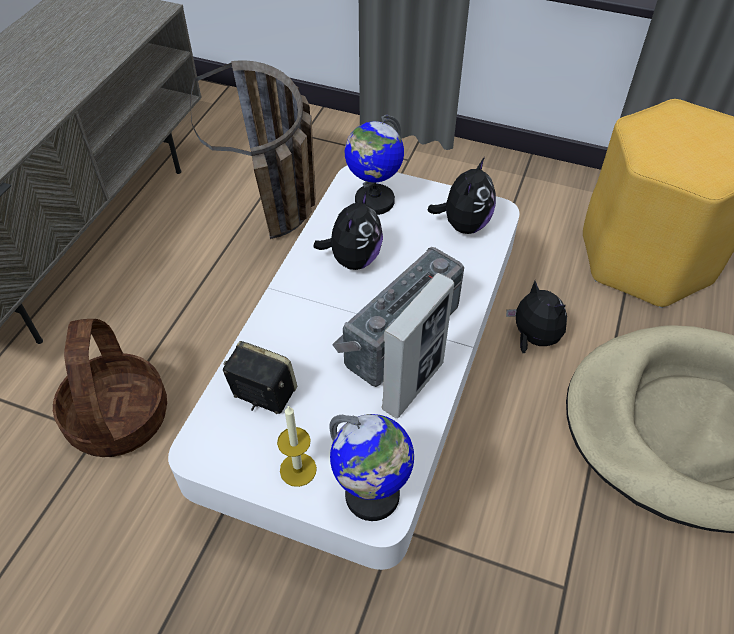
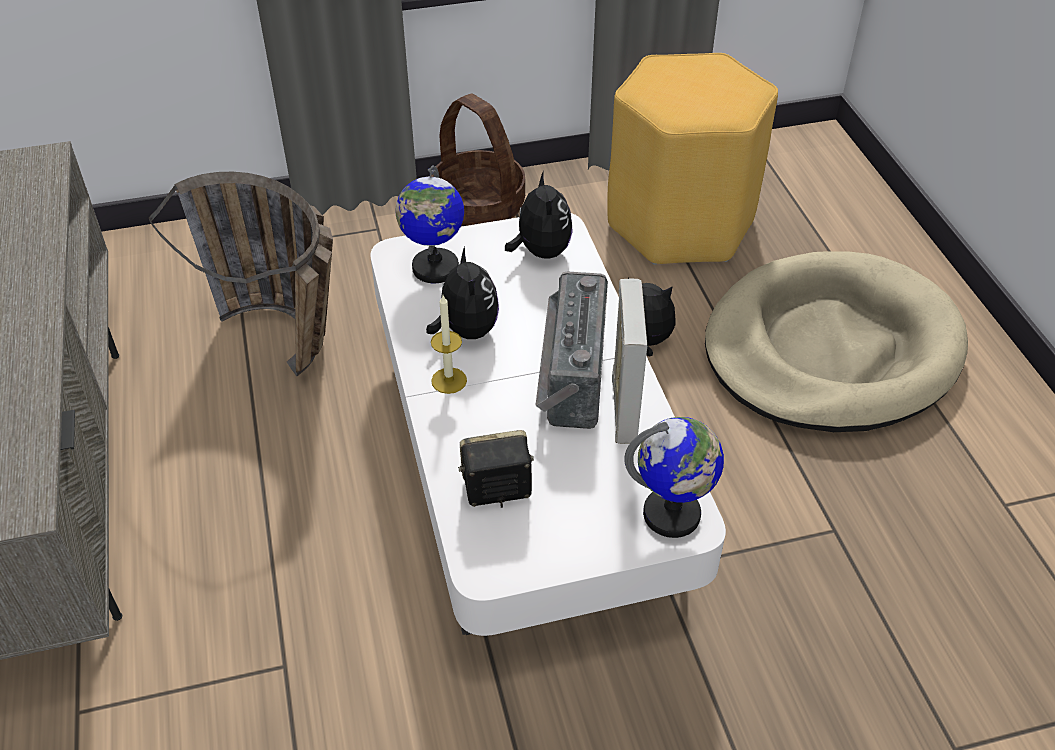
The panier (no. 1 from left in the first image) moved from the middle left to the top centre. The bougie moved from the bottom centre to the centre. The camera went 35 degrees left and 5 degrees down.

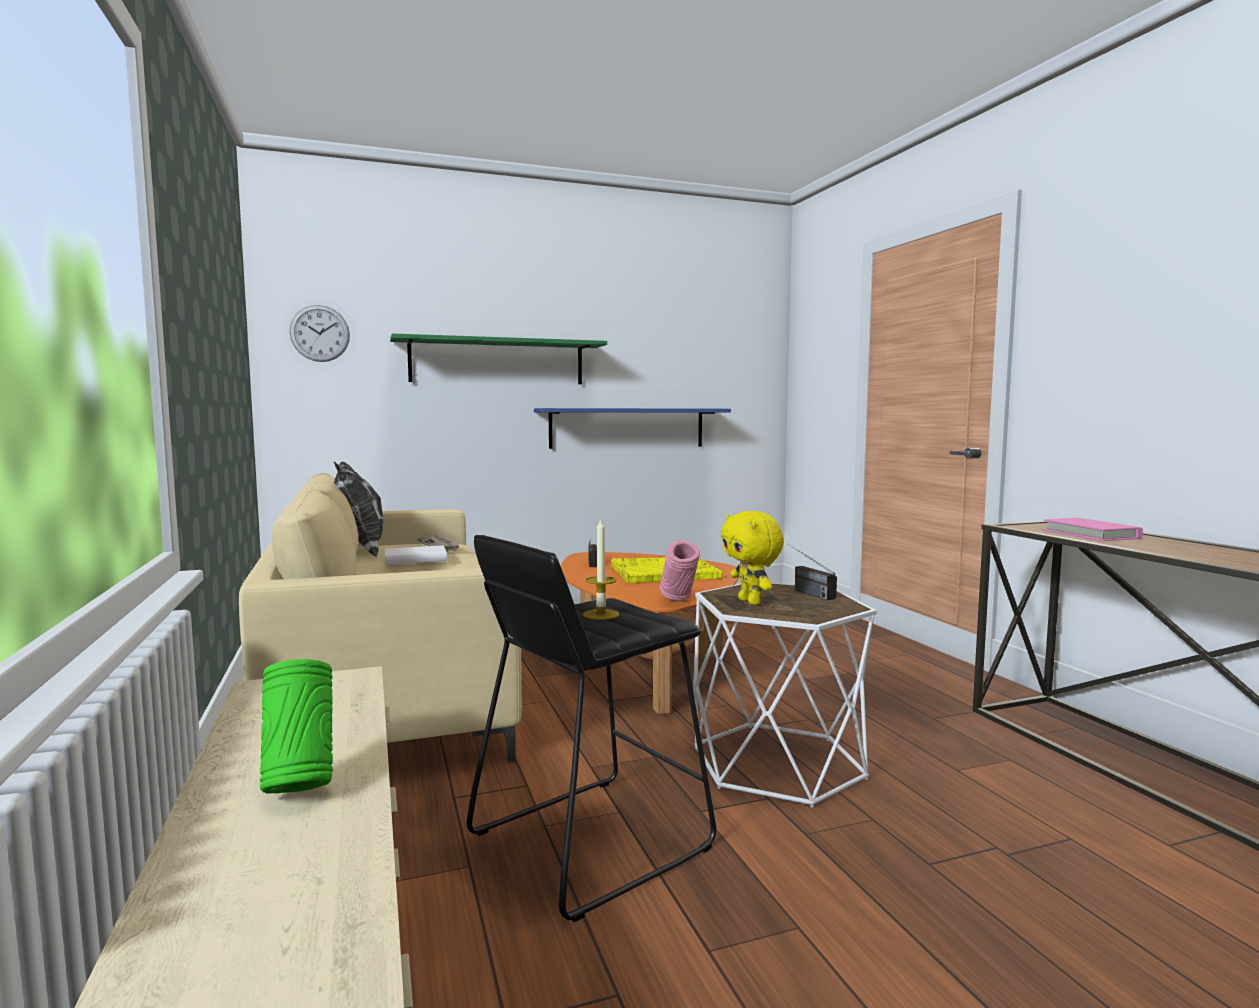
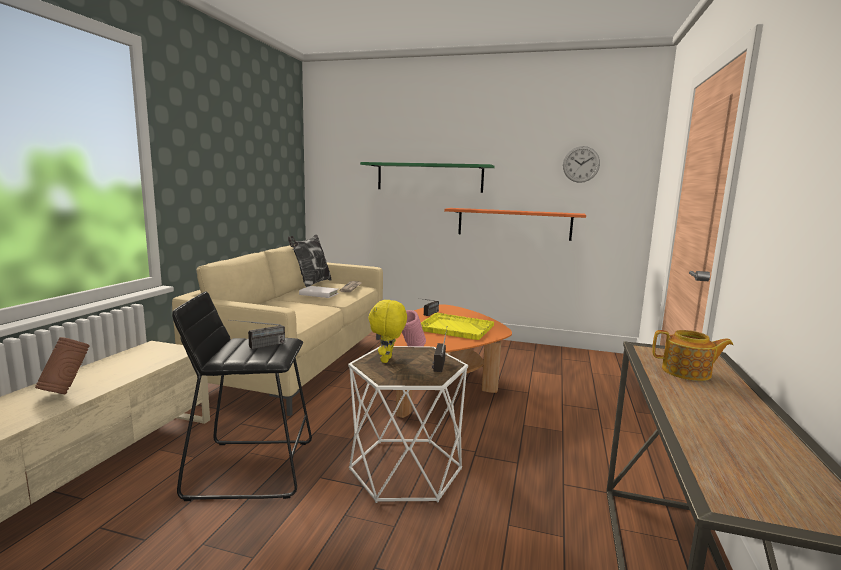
The horloge murale moved from the top left to the top right. The étagère/bleu at the centre became the étagère/orange at the centre. The bougie at the centre was replaced by the radio (no. 1 from left) at the middle left. The livre/rose at the middle right was replaced by the théière at the middle right. The vase/vert at the bottom left became the vase/marron at the middle left. The camera went 35 degrees right and 5 degrees up.

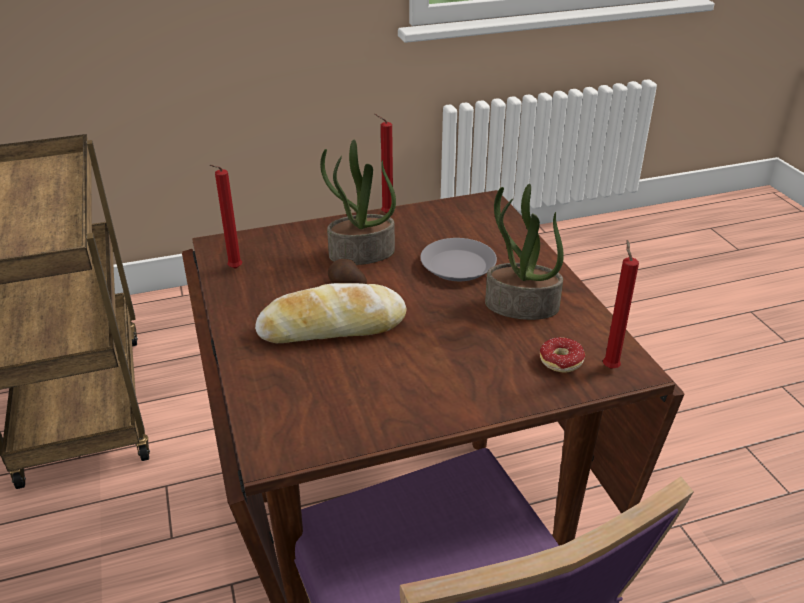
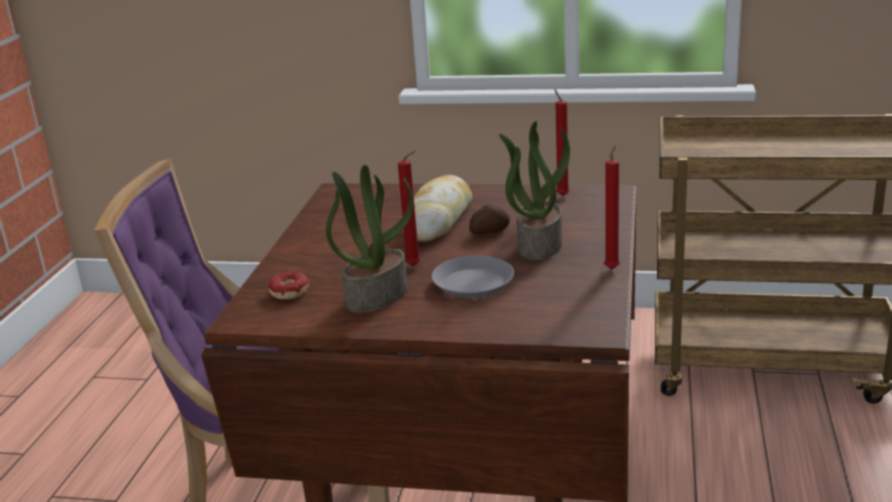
The bougie/rouge (no. 3 from left in the first image) moved from the middle right to the centre. The camera went 120 degrees right and 10 degrees down.

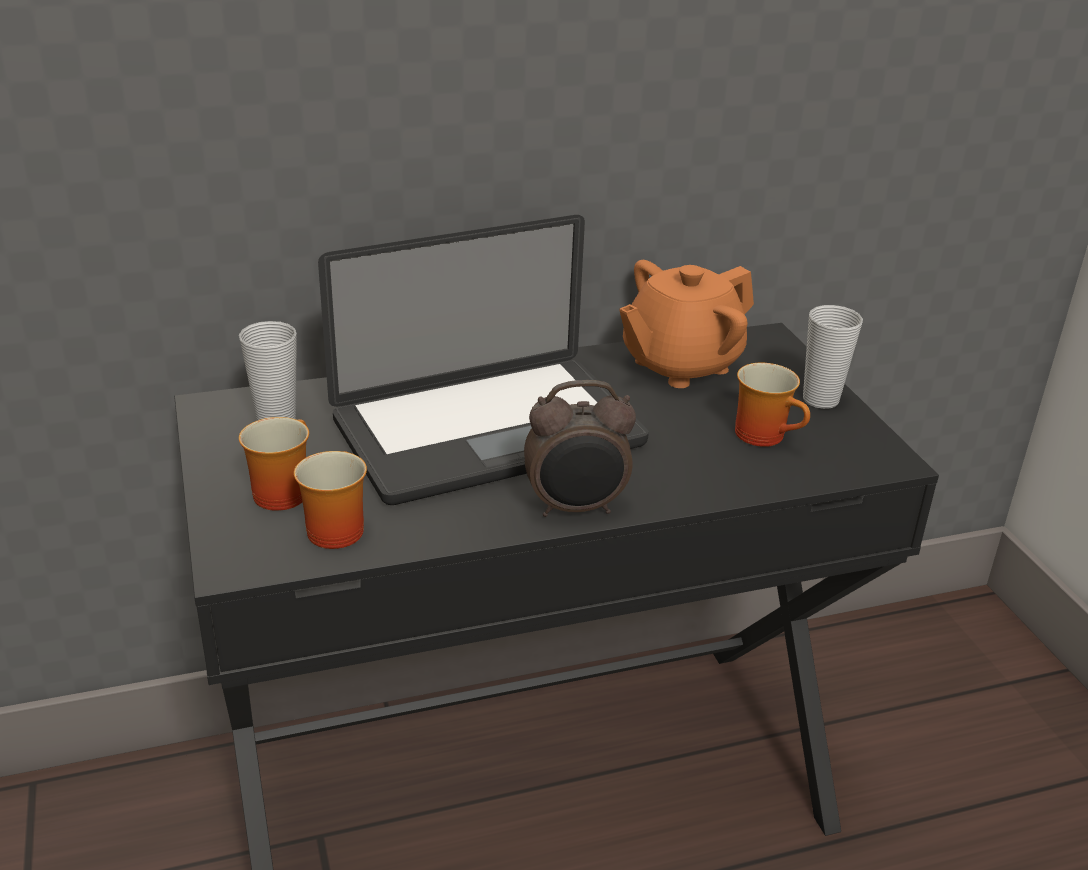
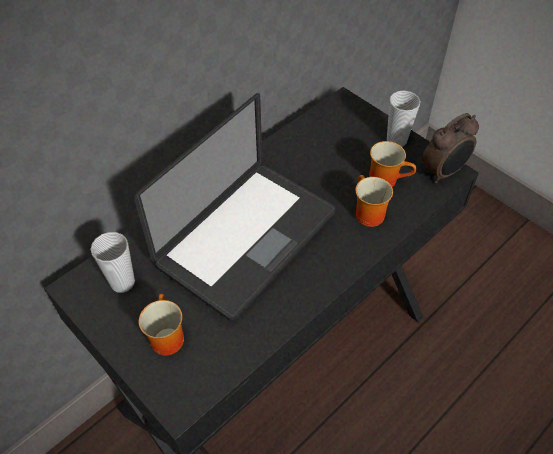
The théière/orange at the centre disappeared. The réveil moved from the centre to the top right. The mug (no. 2 from left) moved from the middle left to the middle right. The camera went 25 degrees left and 20 degrees up.

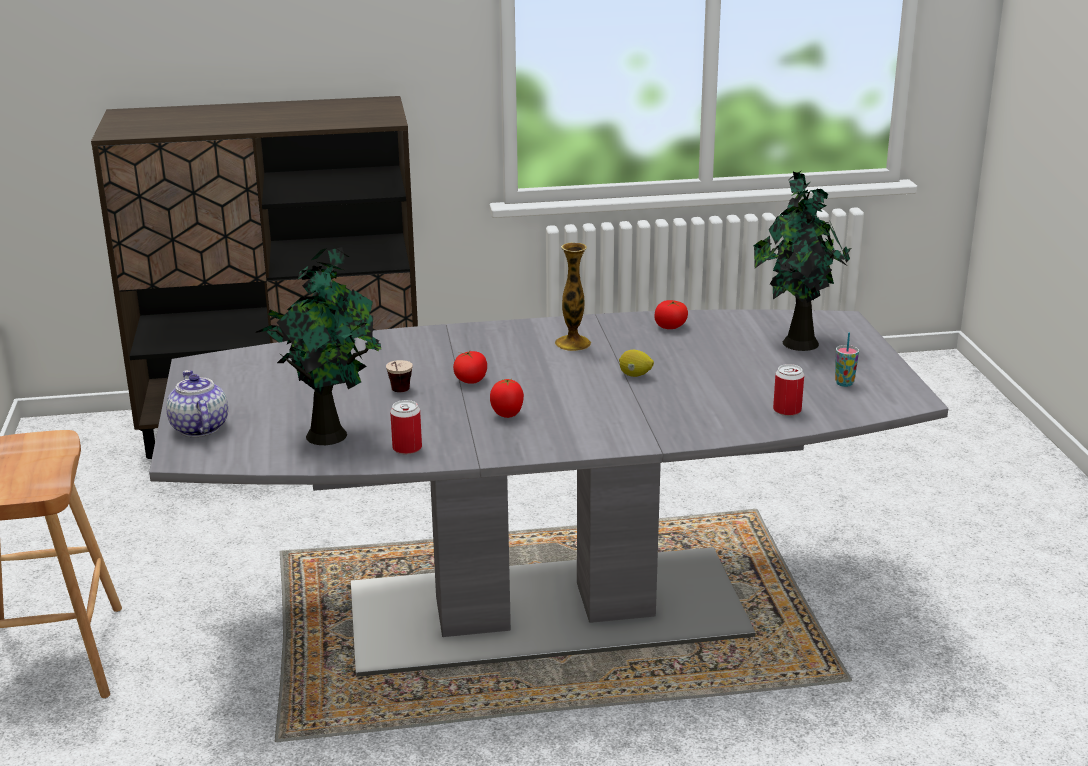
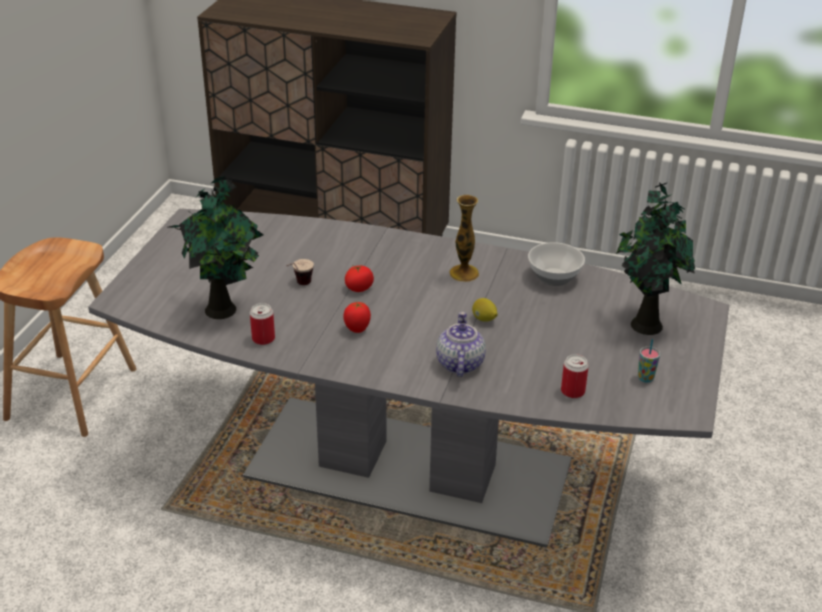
The tomate (no. 3 from left) at the centre was replaced by the bol at the middle right. The théière moved from the middle left to the centre. The camera went 25 degrees right and 10 degrees up.

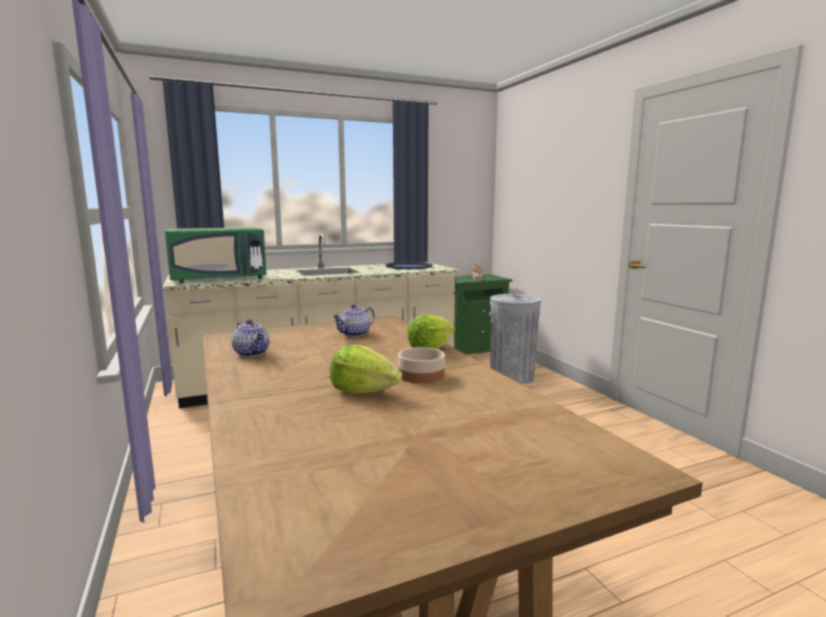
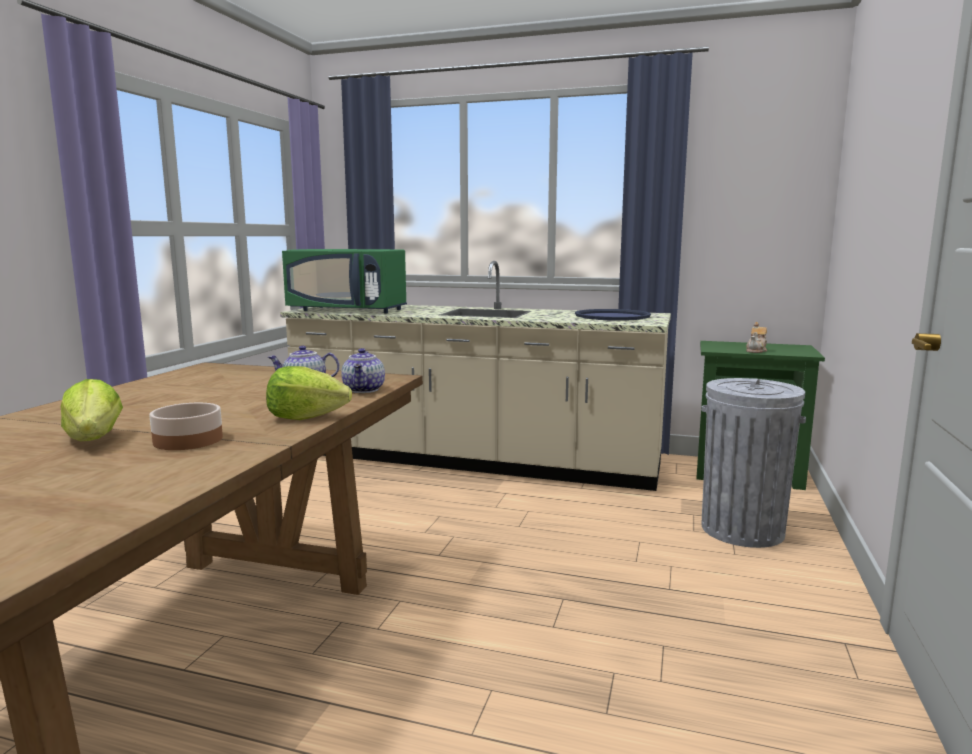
The théière (no. 1 from left in the first image) moved from the middle left to the centre. The camera went 40 degrees right and 0 degrees up.

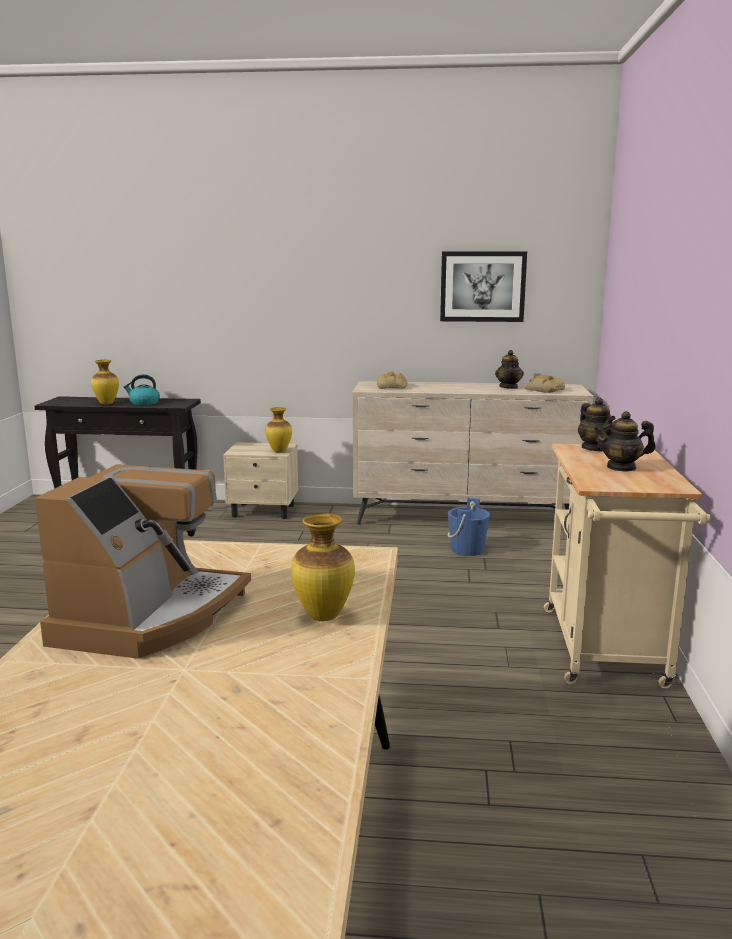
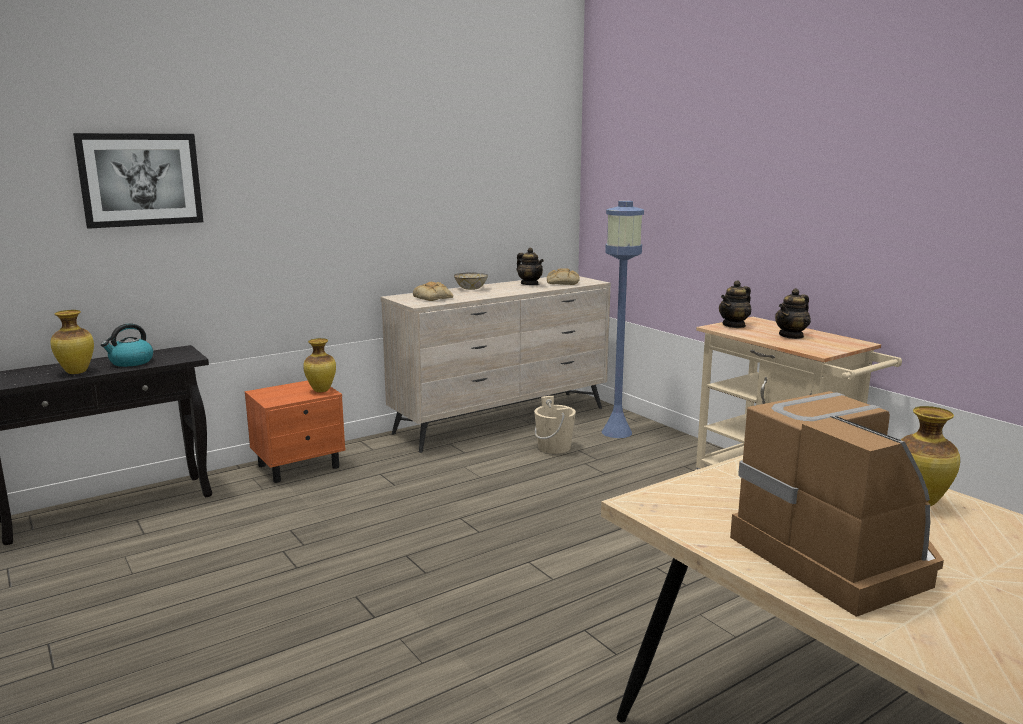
The tableau moved from the top centre to the top left. The théière (no. 2 from left) at the middle right turned 105 degrees clockwise. The table de chevet/beige at the centre became the table de chevet/orange at the middle left. The seau/bleu at the centre became the seau/beige at the centre. The lampadaire/bleu at the centre appeared. The bol at the centre appeared. The camera went 40 degrees left and 0 degrees up.

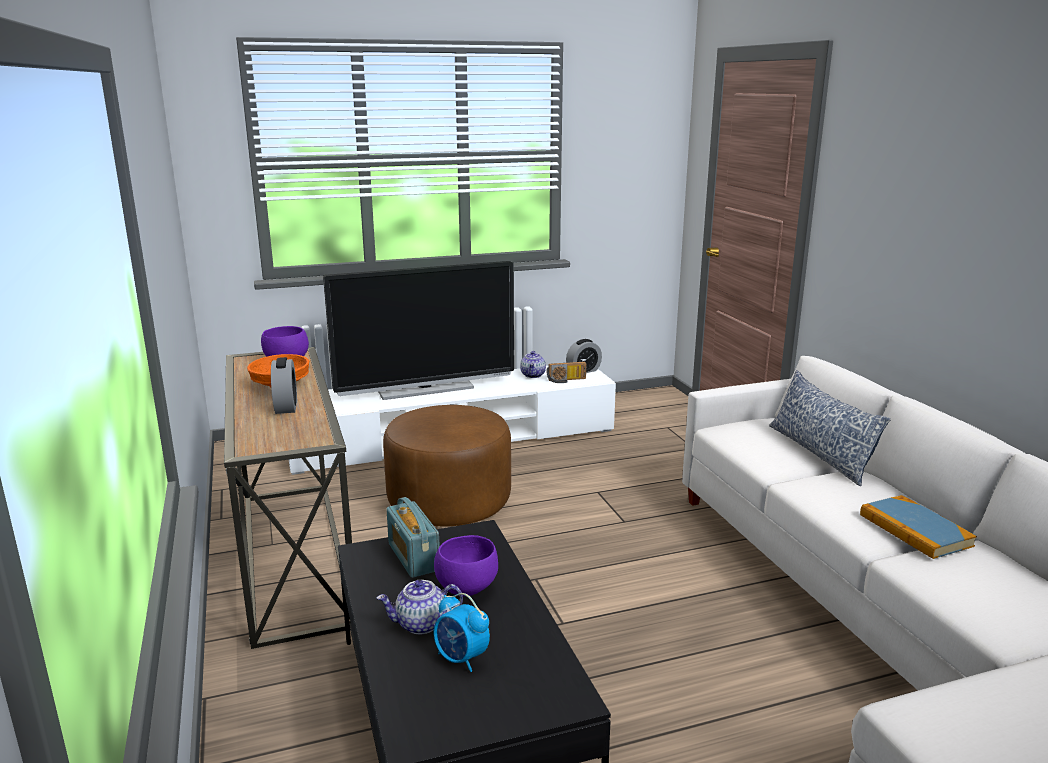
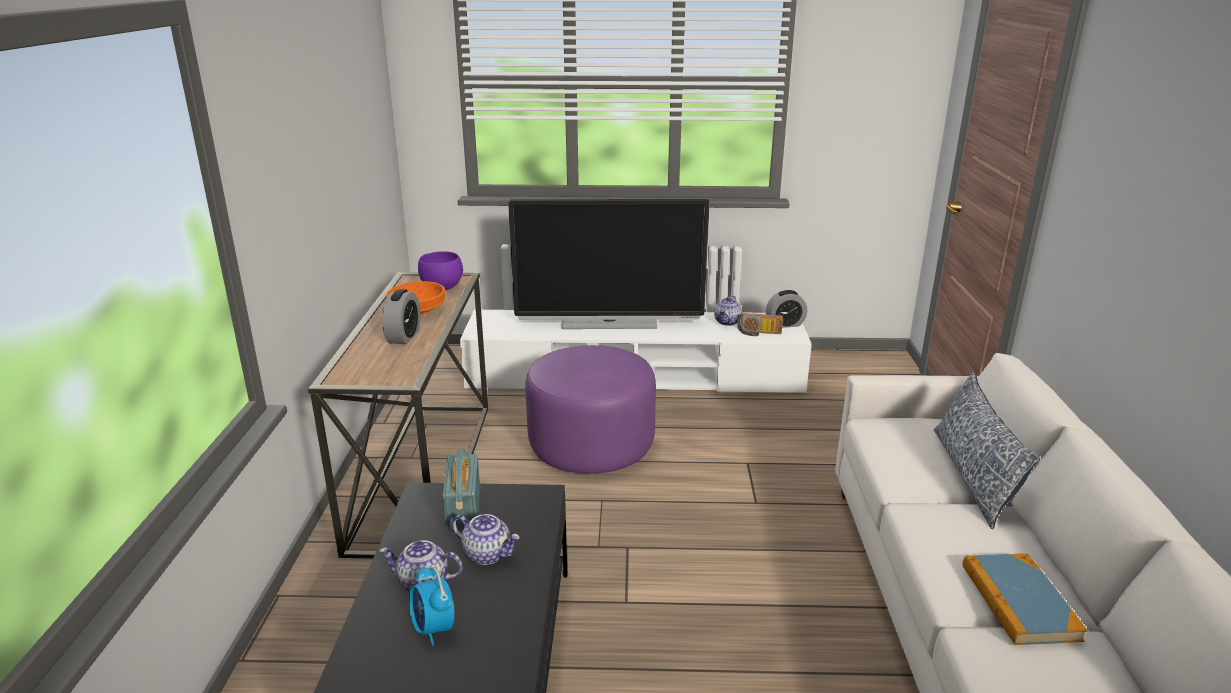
The pouf/marron at the centre became the pouf/violet at the centre. The bol/violet (no. 2 from left) at the bottom centre was replaced by the théière (no. 2 from left) at the bottom centre. The camera went 20 degrees right and 5 degrees up.

